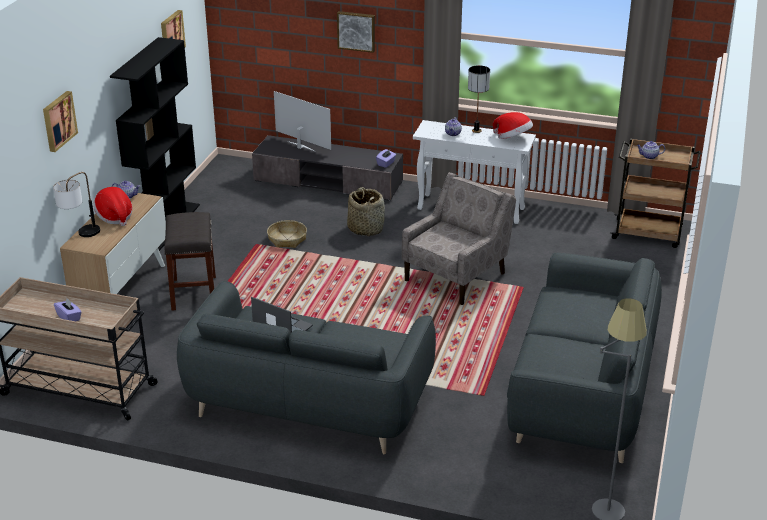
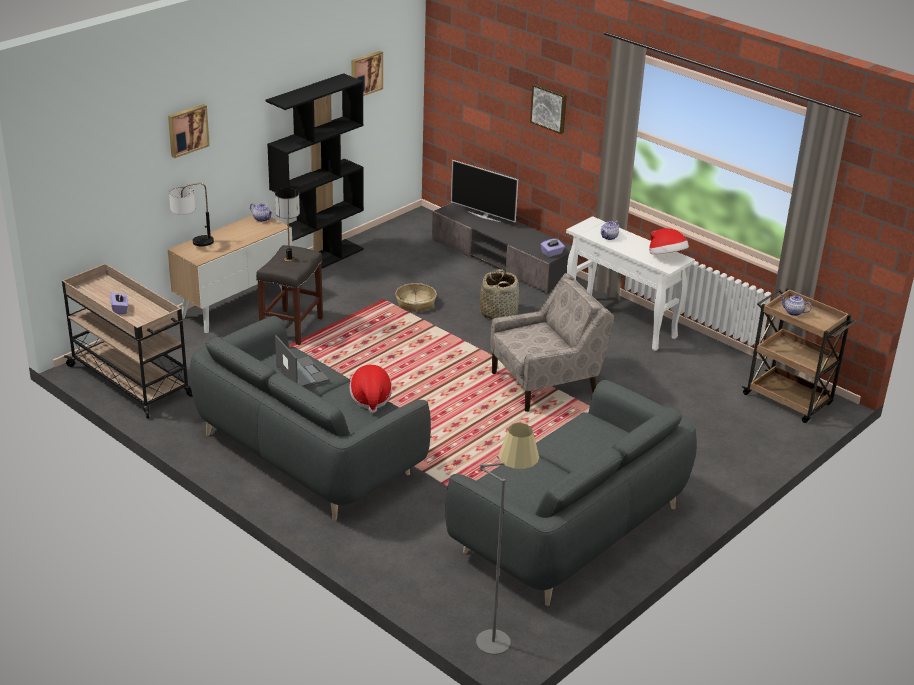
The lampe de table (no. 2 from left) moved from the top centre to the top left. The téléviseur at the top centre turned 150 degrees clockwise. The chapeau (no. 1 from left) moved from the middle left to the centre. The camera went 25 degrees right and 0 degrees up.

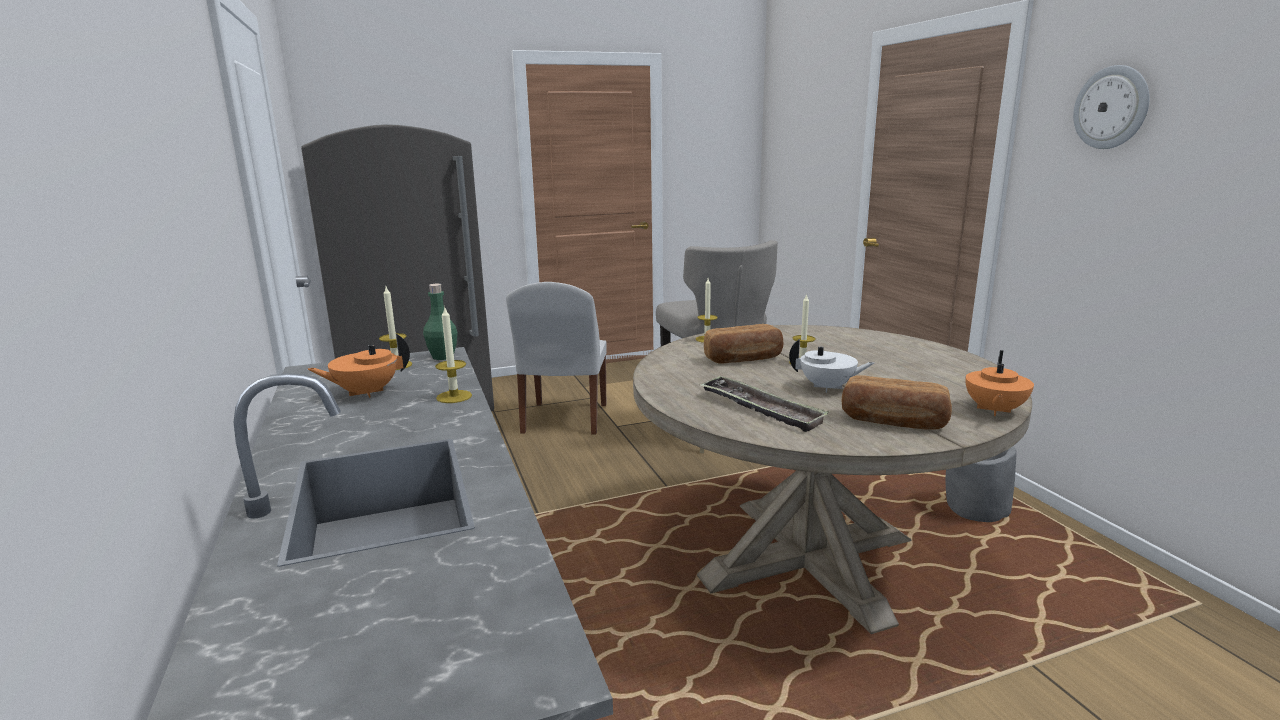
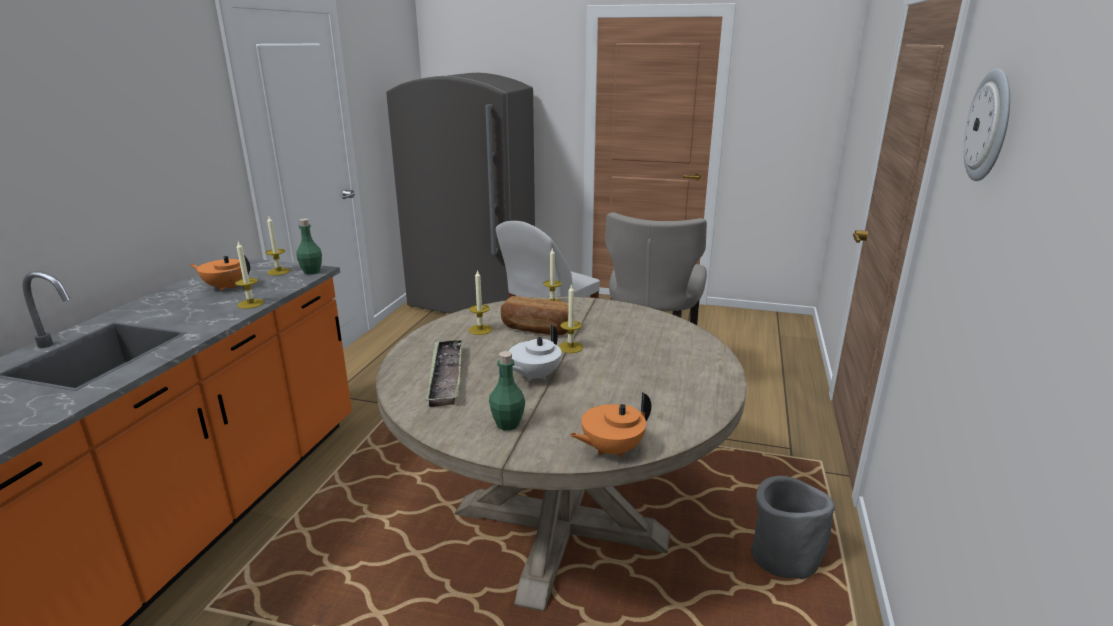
The théière/blanc at the centre turned 75 degrees clockwise. The pain (no. 2 from left) at the middle right was replaced by the bouteille/vert (no. 2 from left) at the centre. The bougie (no. 3 from left) at the centre appeared. The camera went 35 degrees right and 5 degrees up.

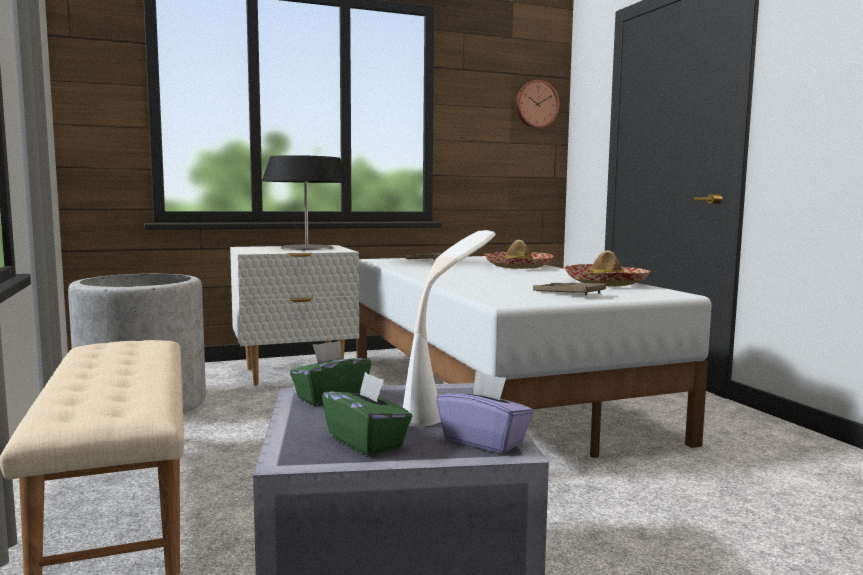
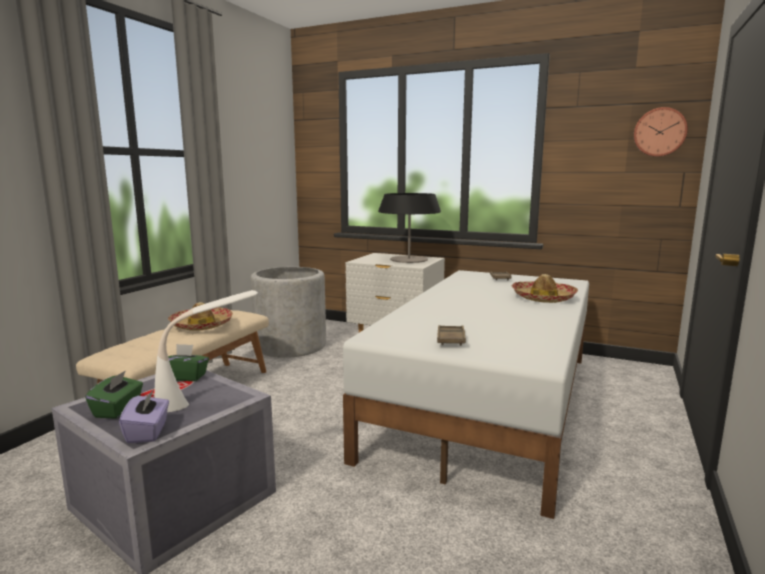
The chapeau (no. 2 from left in the first image) moved from the middle right to the middle left. The camera went 45 degrees right and 5 degrees up.

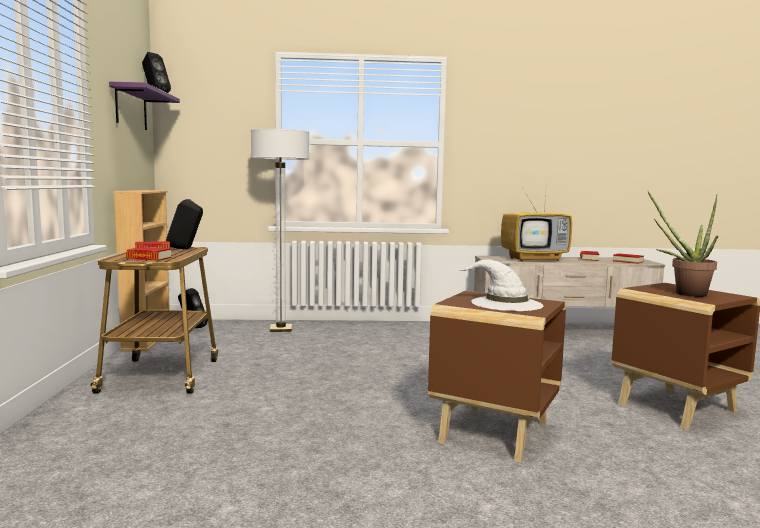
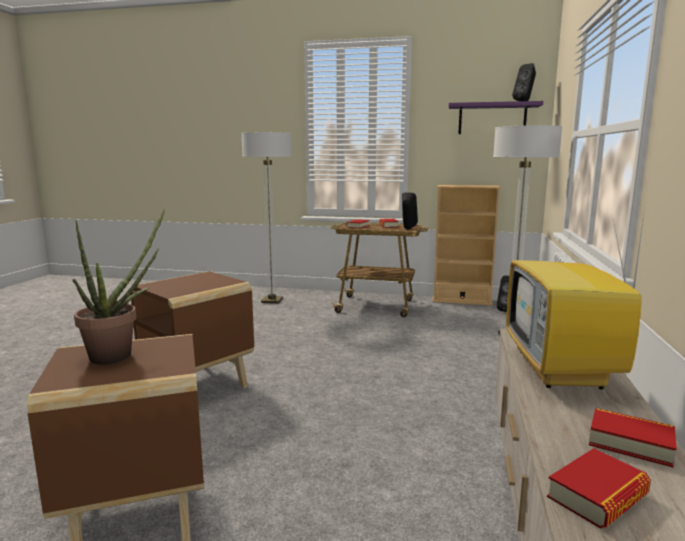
The chapeau/blanc at the centre disappeared. The lampadaire (no. 1 from left) at the centre appeared. The camera went 105 degrees right and 5 degrees up.

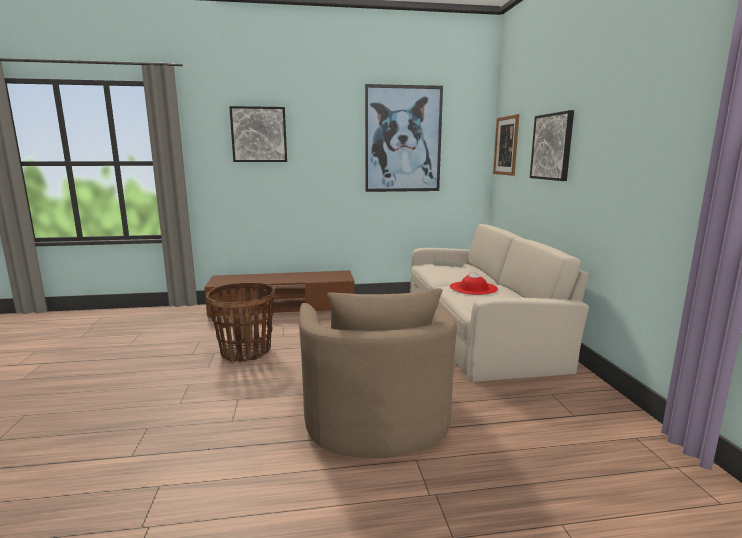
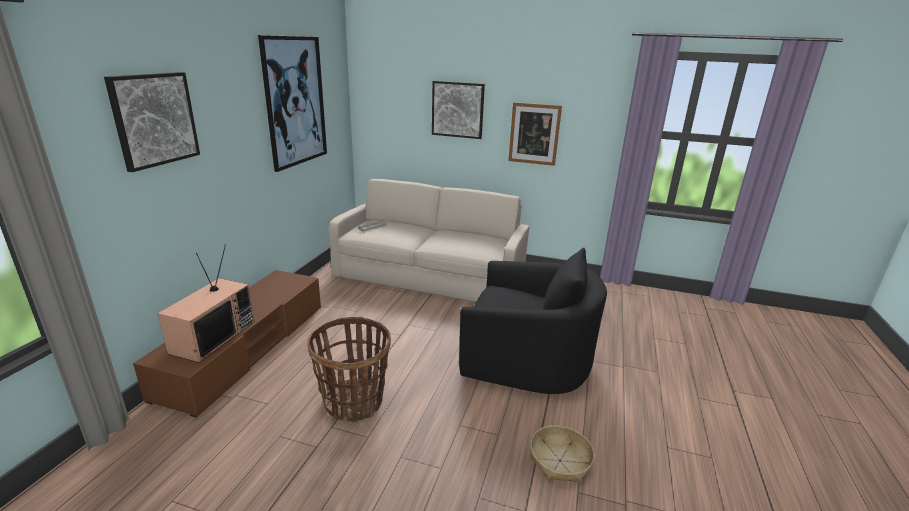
The tableau (no. 3 from left in the first image) moved from the top right to the top centre. The chapeau/rouge at the centre disappeared. The fauteuil/beige at the bottom centre became the fauteuil/noir at the centre. The téléviseur at the middle left appeared. The panier (no. 2 from left) at the bottom centre appeared. The camera went 65 degrees left and 10 degrees up.

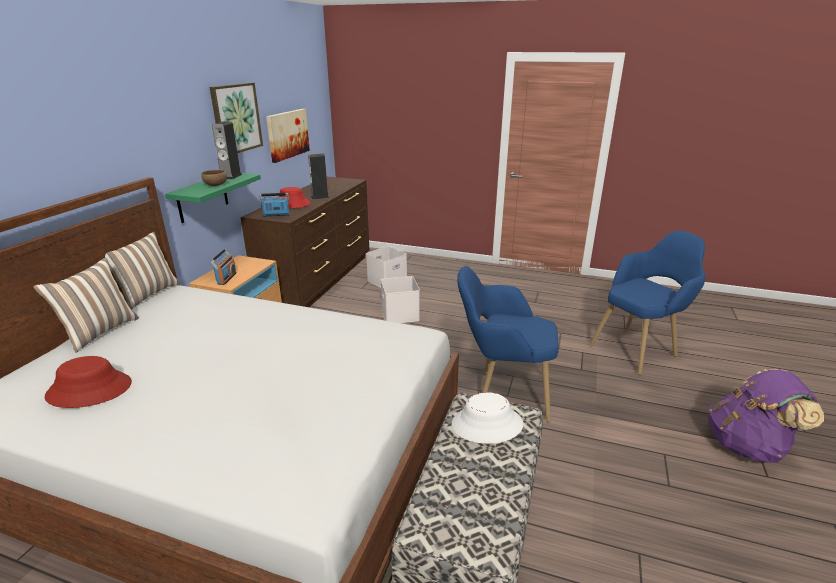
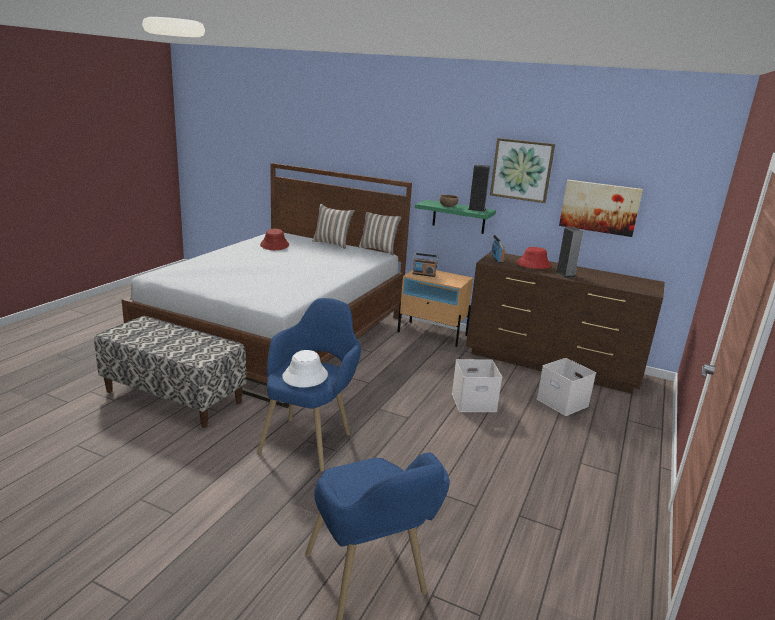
The sac à dos/violet at the bottom right disappeared. The chapeau/blanc moved from the bottom centre to the centre. The camera went 95 degrees right and 5 degrees down.

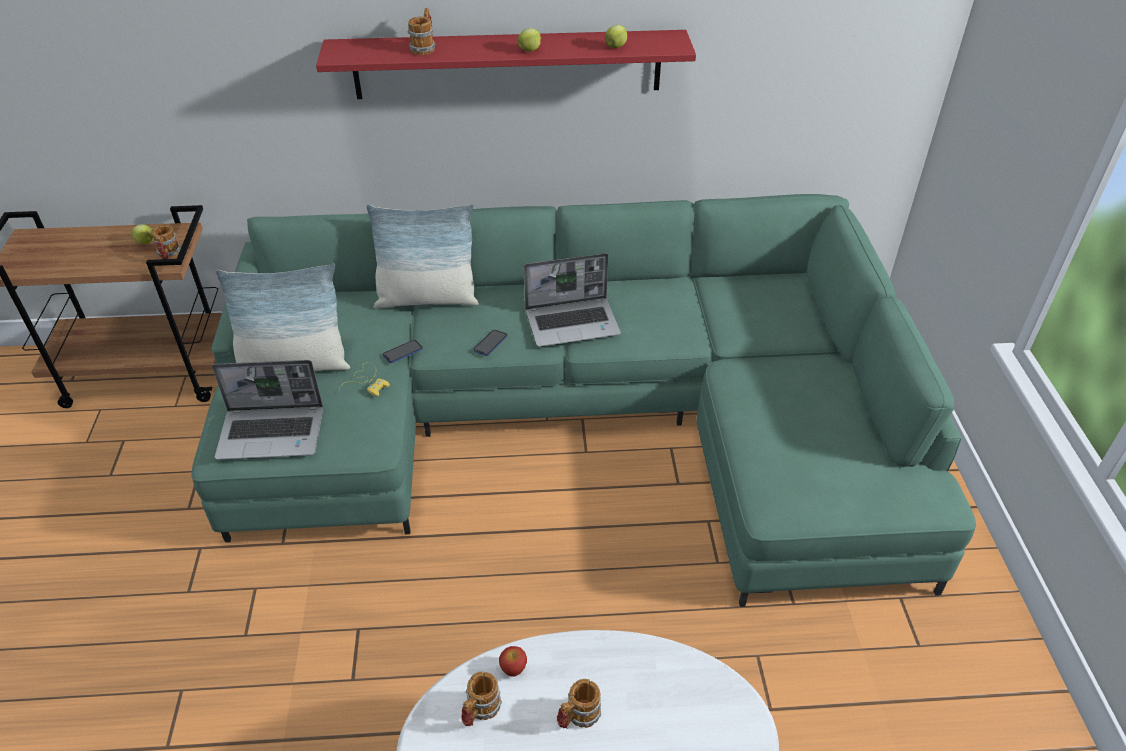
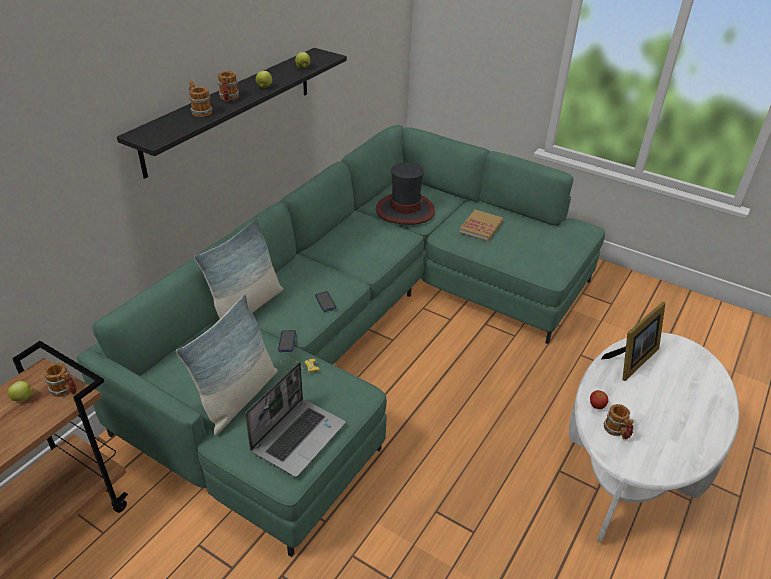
The étagère/rouge at the top centre became the étagère/noir at the top left. The ordinateur portable (no. 2 from left) at the centre disappeared. The mug (no. 4 from left in the first image) moved from the bottom centre to the top left. The chapeau at the centre appeared. The livre at the centre appeared. The cadre photo at the middle right appeared. The camera went 55 degrees left and 5 degrees down.

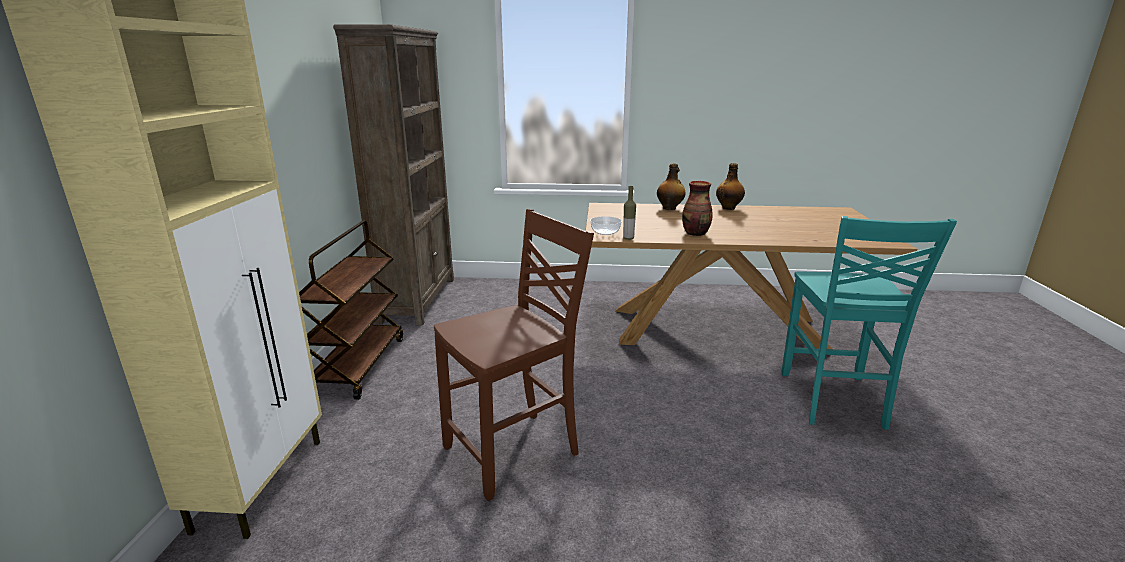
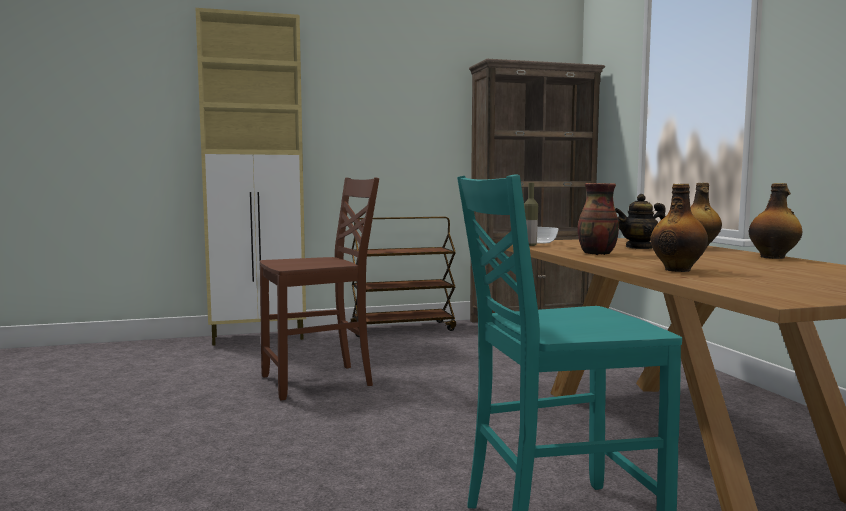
The chaise/marron at the centre turned 60 degrees counterclockwise. The bouteille (no. 2 from left) at the middle right appeared. The théière at the middle right appeared. The camera went 70 degrees right and 15 degrees down.

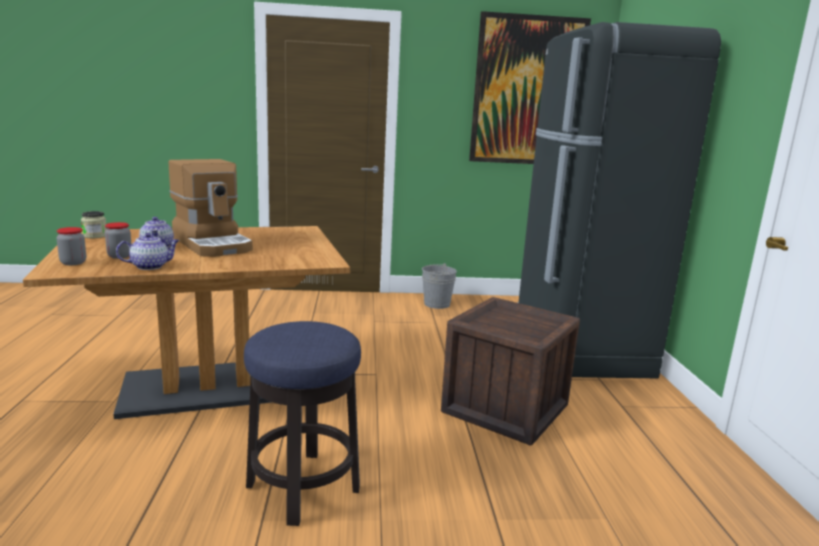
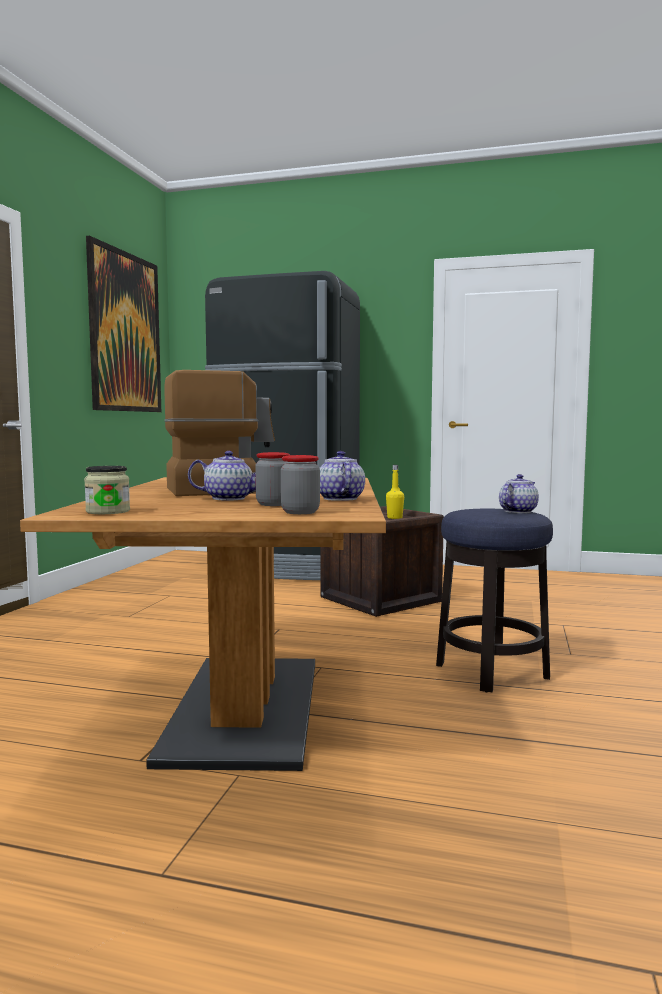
The seau/gris at the centre disappeared. The bouteille/jaune at the centre appeared. The théière (no. 3 from left) at the middle right appeared. The camera went 70 degrees left and 10 degrees down.

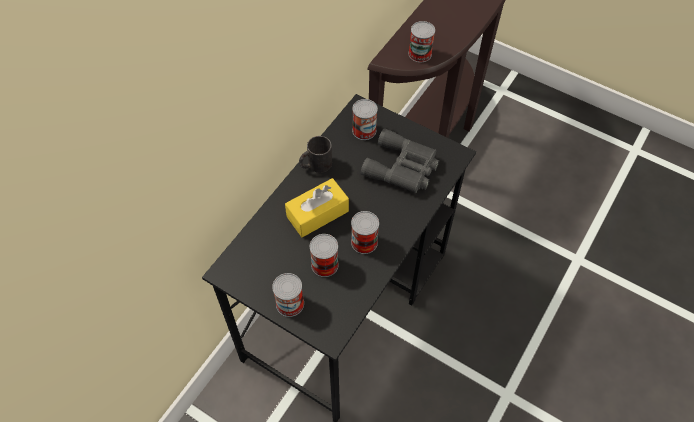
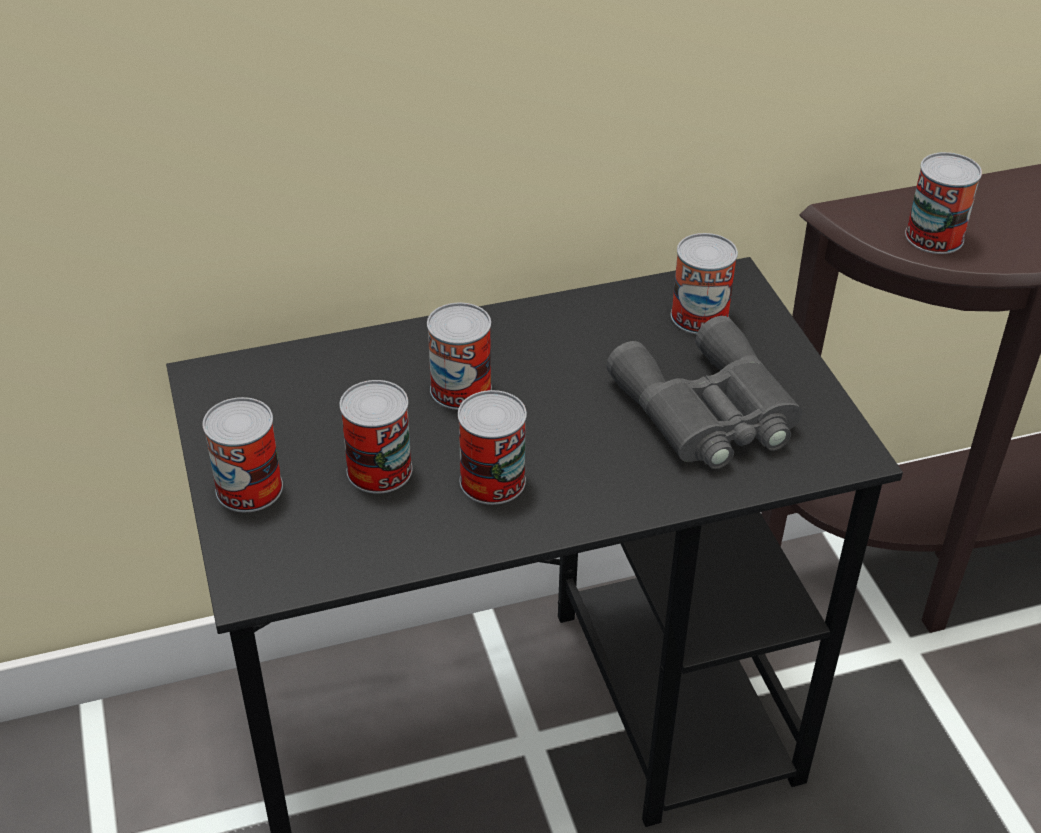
The mug/noir at the centre disappeared. The boîte à mouchoirs/jaune at the centre was replaced by the boîte métallique (no. 3 from left) at the centre. The camera went 40 degrees right and 15 degrees down.

